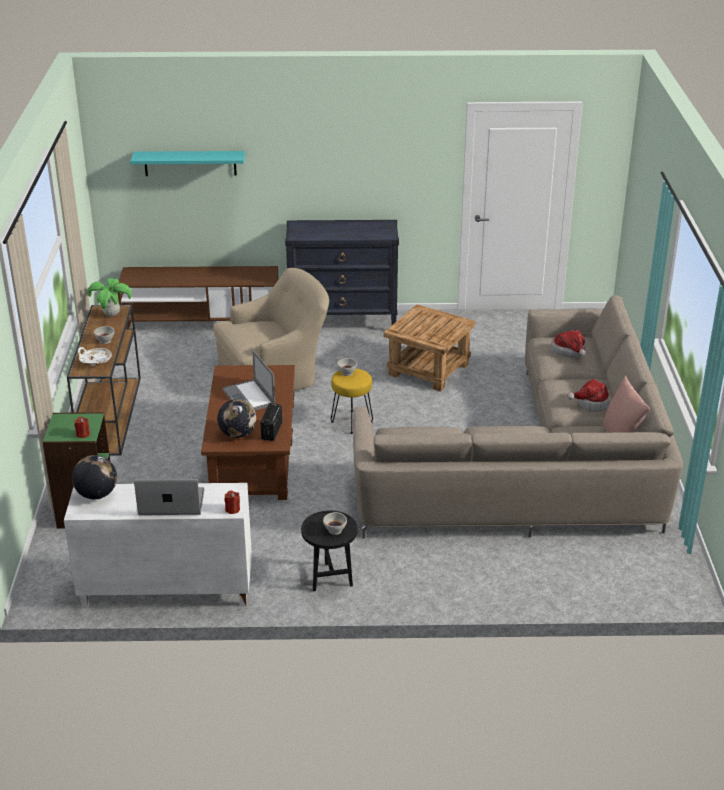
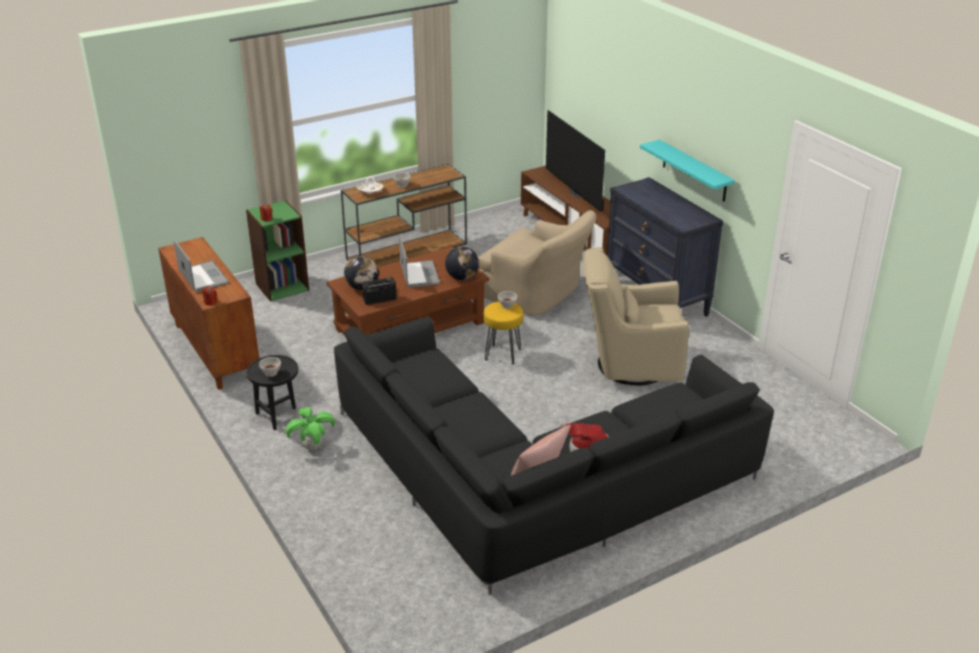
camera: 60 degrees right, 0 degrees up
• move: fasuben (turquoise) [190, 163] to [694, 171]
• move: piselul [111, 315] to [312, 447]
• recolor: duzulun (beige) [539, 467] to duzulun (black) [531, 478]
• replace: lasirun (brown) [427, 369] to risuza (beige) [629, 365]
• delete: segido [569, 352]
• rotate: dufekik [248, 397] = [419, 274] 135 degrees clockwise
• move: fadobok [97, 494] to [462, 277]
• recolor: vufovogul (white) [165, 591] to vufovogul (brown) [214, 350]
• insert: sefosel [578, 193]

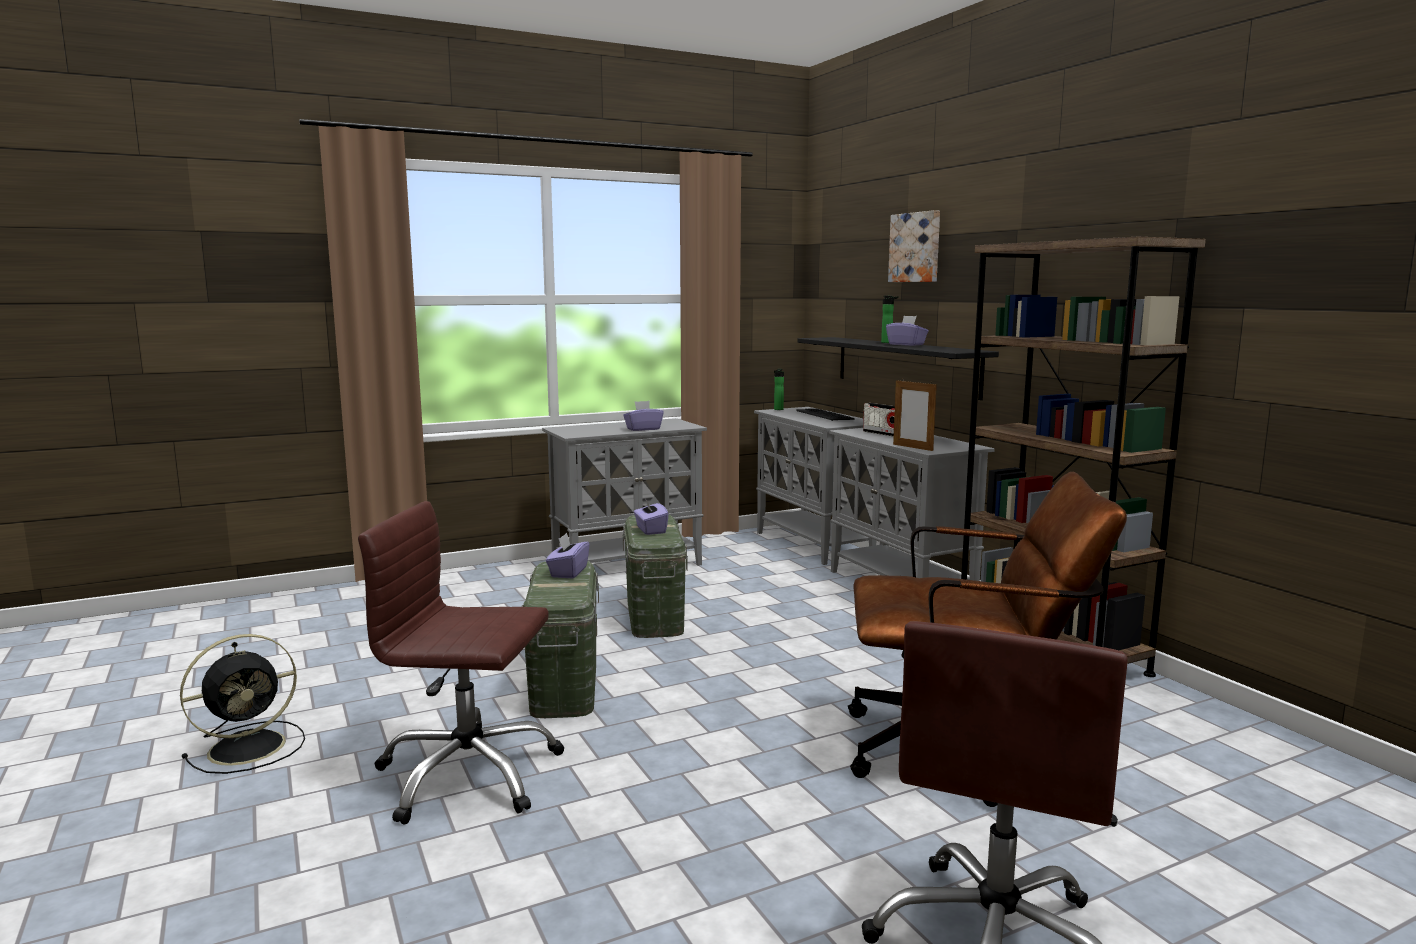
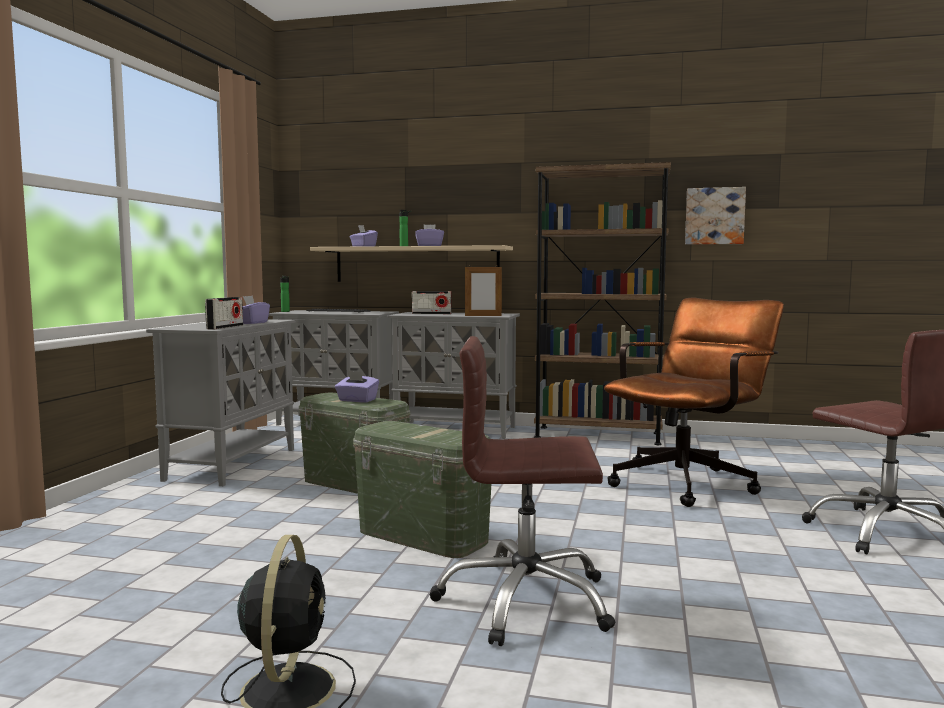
camera: 50 degrees left, 5 degrees down
• move: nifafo [916, 247] to [714, 216]
• recolor: fasuben (black) [905, 365] to fasuben (beige) [416, 264]
• rotate: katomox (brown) [468, 775] = [525, 601] 45 degrees clockwise
• move: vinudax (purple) [568, 572] to [363, 246]
• insert: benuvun [225, 327]

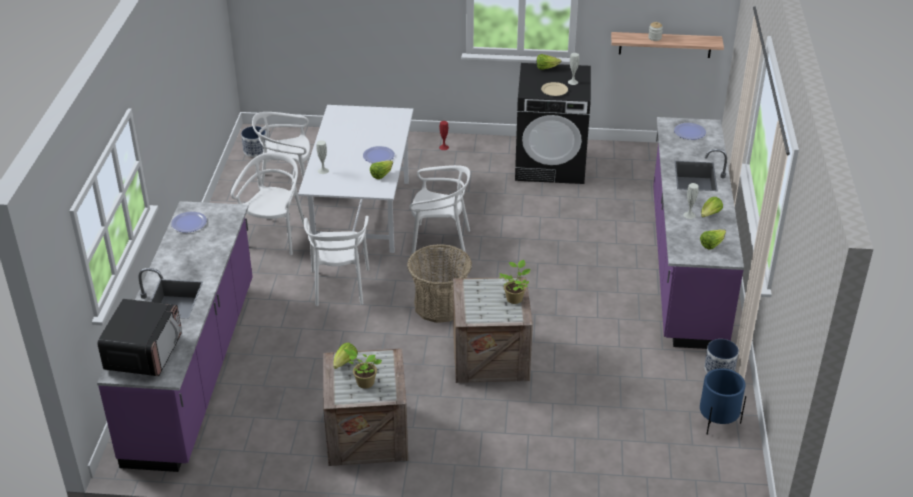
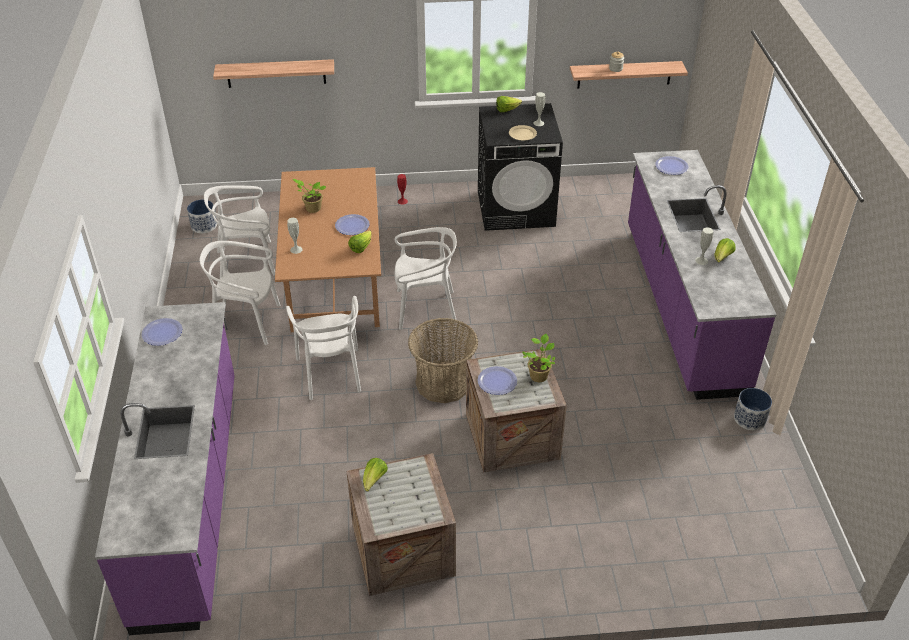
camera: 10 degrees left, 5 degrees up
• recolor: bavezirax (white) [363, 214] to bavezirax (brown) [336, 286]
• rotate: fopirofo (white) [275, 236] = [247, 322] 90 degrees counterclockwise
• delete: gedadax [711, 244]
• delete: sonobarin [144, 352]
• move: piselul [364, 382] to [312, 208]
• delete: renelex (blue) [717, 421]
• insert: fasuben [276, 73]
• insert: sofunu [497, 381]

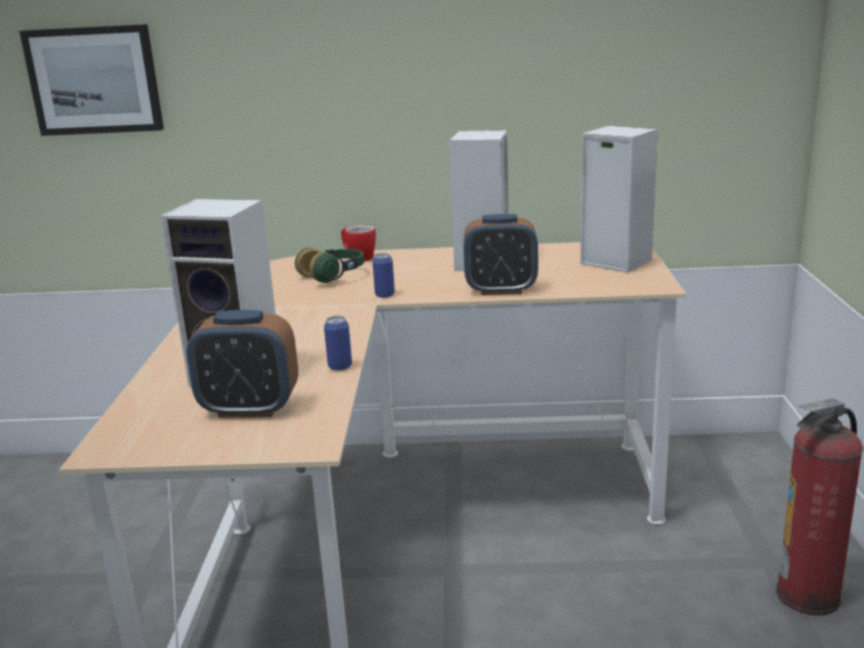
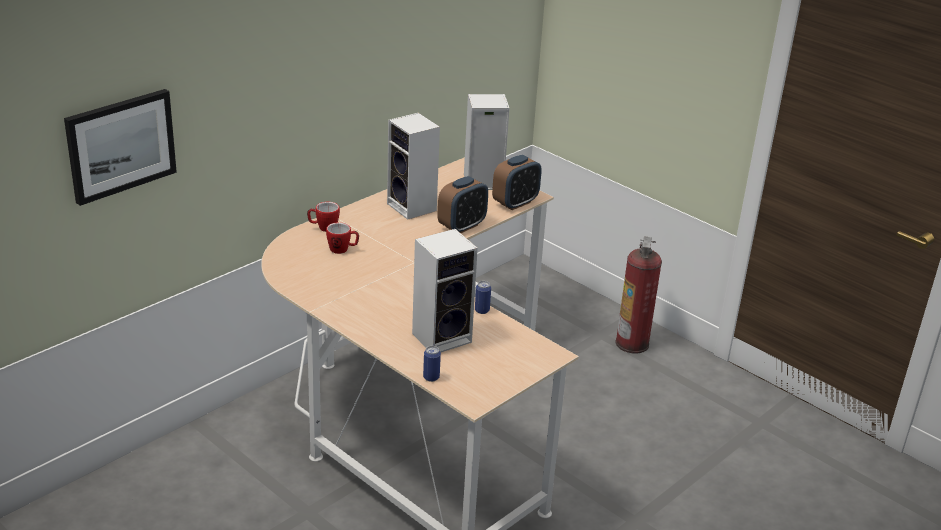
camera: 50 degrees left, 10 degrees up
• replace: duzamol [334, 276] to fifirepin [342, 249]
• move: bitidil [385, 295] to [431, 377]
• move: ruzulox [249, 409] to [515, 203]

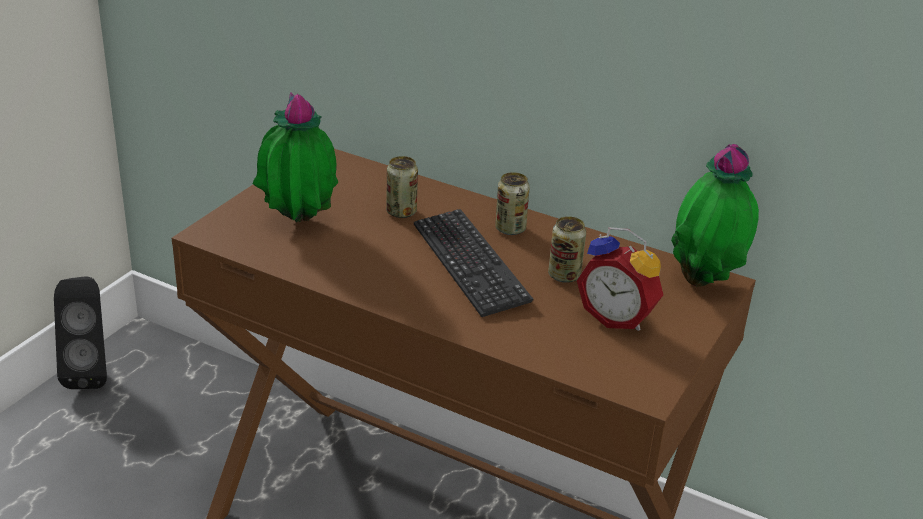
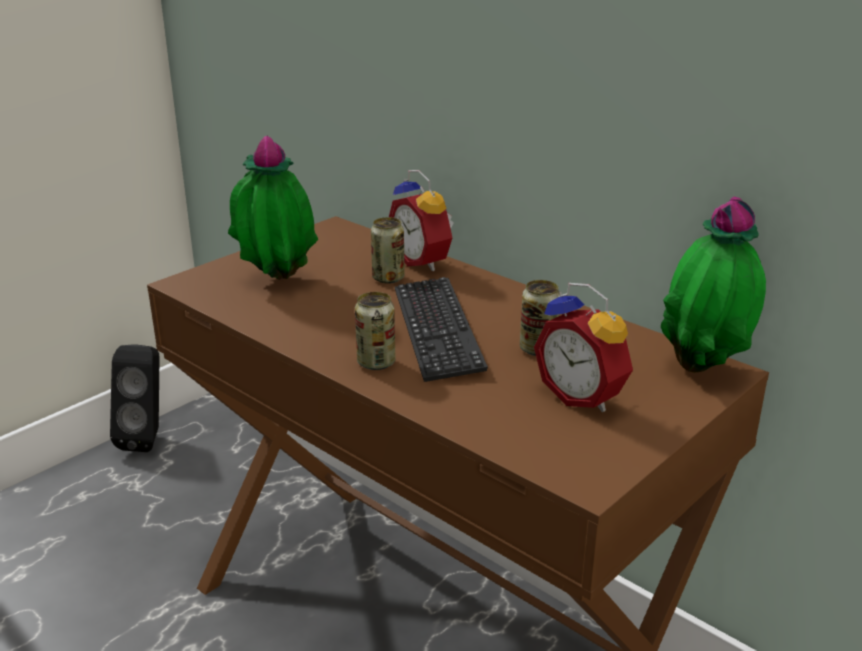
camera: 15 degrees right, 5 degrees down
• move: bitidil [510, 229] to [376, 363]
• insert: ruzulox [424, 261]

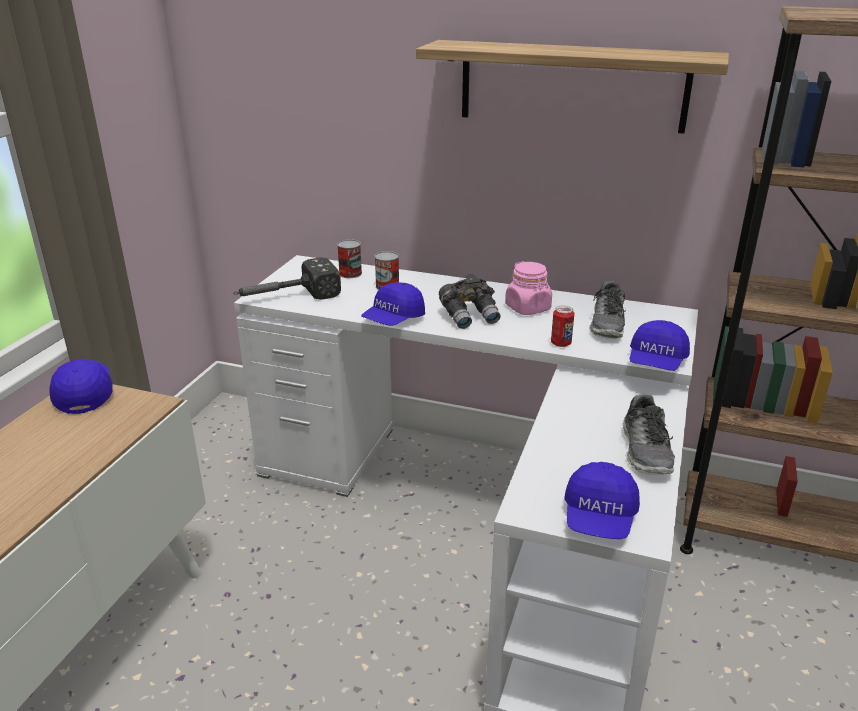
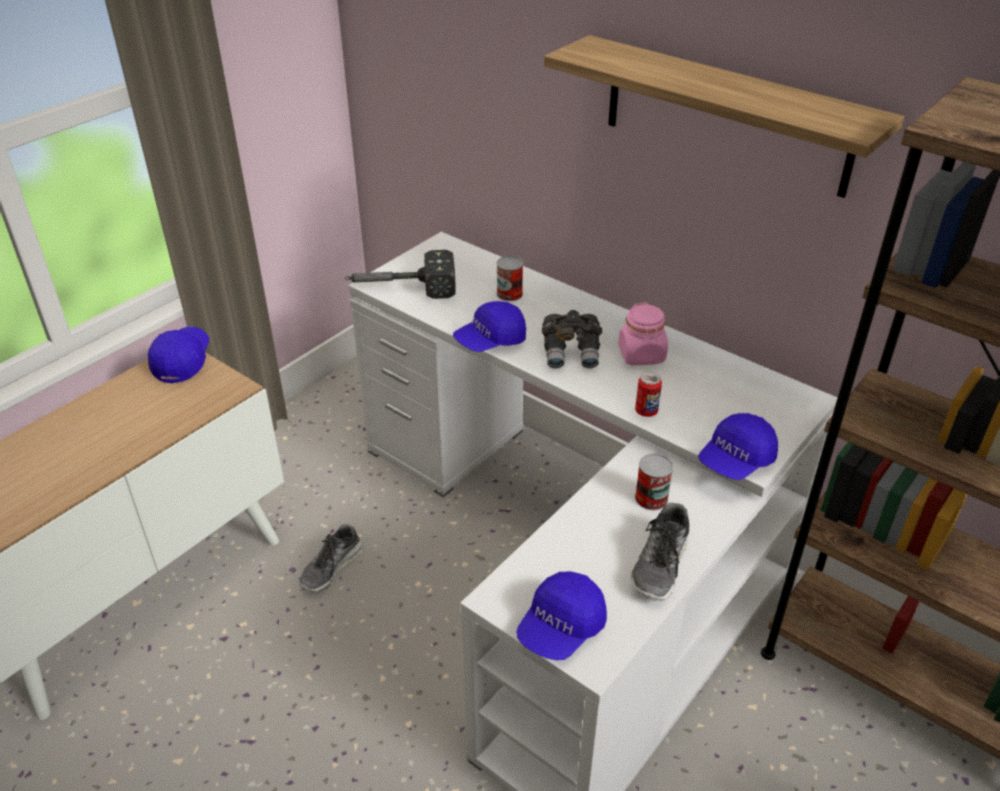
camera: 20 degrees right, 10 degrees up
• move: bitidil [350, 273] to [651, 498]
• move: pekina [607, 325] to [331, 567]

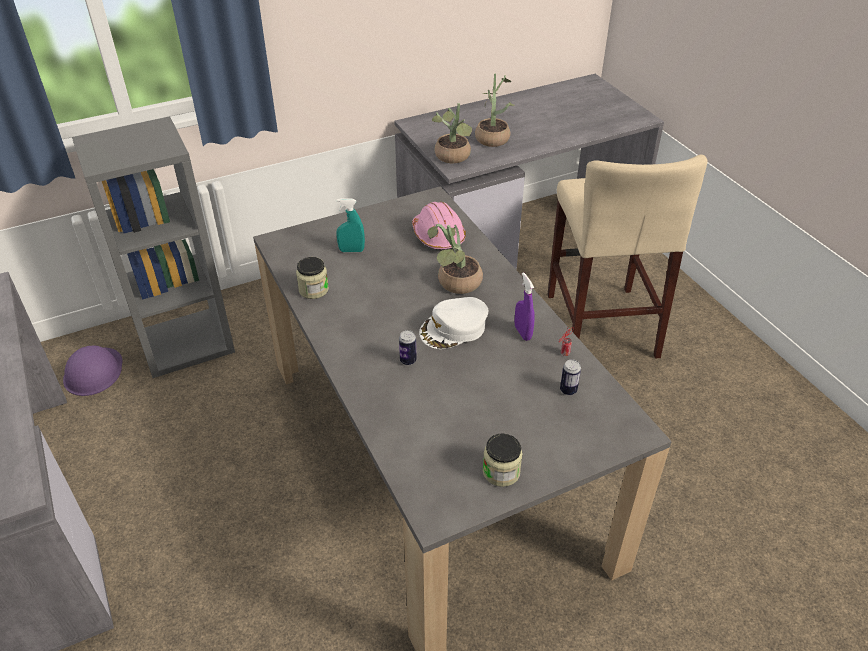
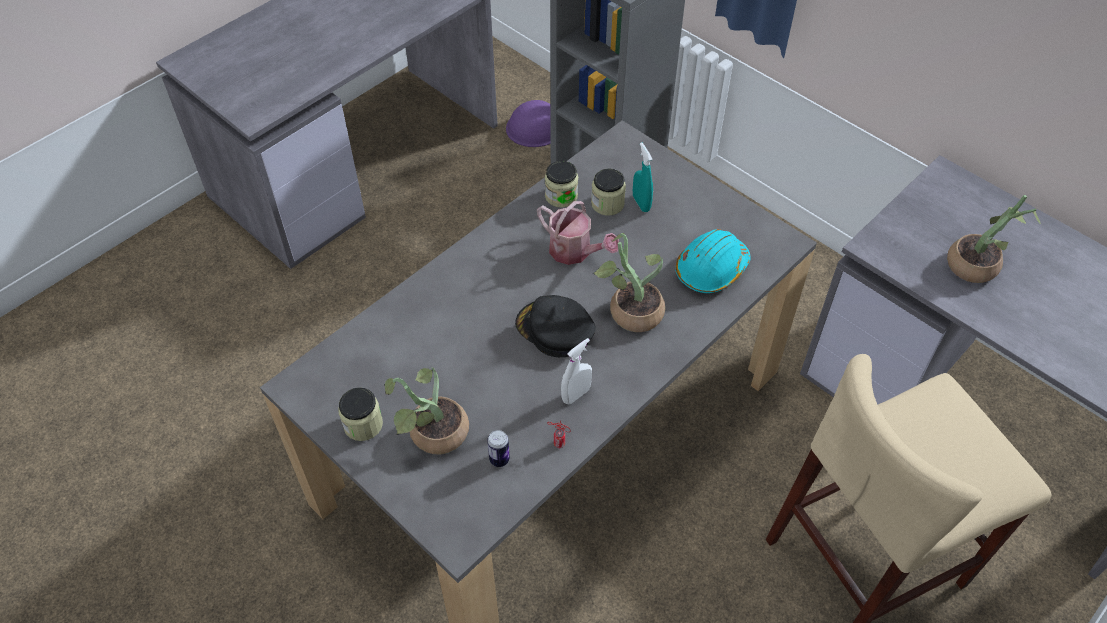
camera: 70 degrees right, 10 degrees up
• move: piselul [453, 158] to [432, 435]
• recolor: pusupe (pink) [438, 236] to pusupe (turquoise) [711, 269]
• recolor: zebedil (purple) [522, 333] to zebedil (white) [576, 395]
• recolor: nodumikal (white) [454, 328] to nodumikal (black) [554, 330]
• delete: bitidil [408, 360]
• insert: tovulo [607, 204]
• insert: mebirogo [575, 252]

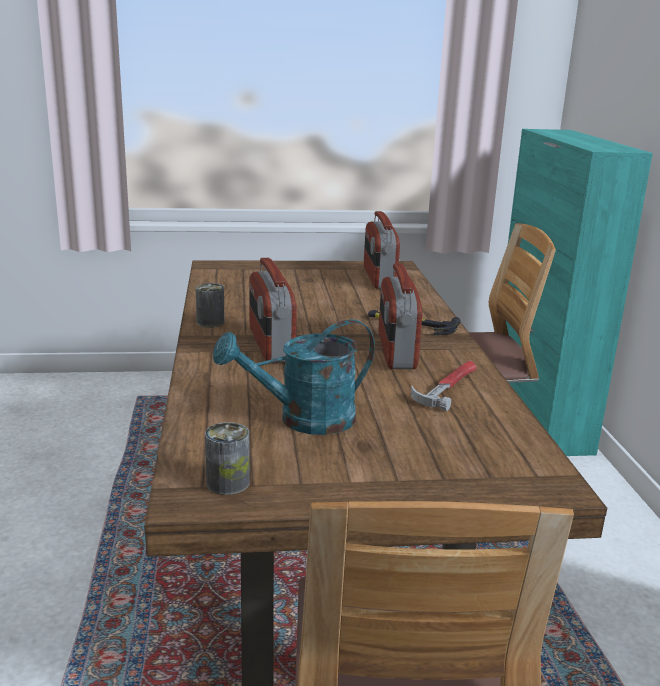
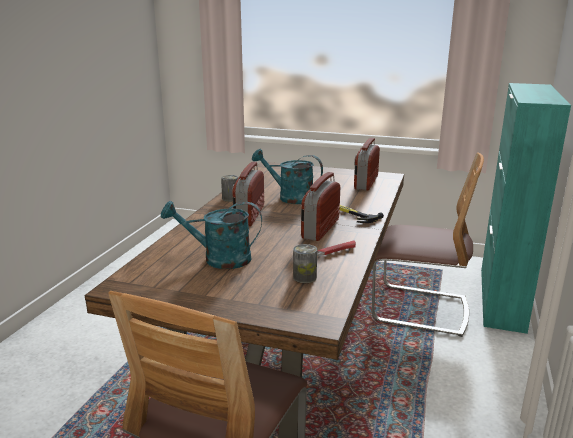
camera: 25 degrees right, 0 degrees up
• move: bitidil [228, 483] to [304, 277]
• insert: mebirogo (turquoise) [289, 197]

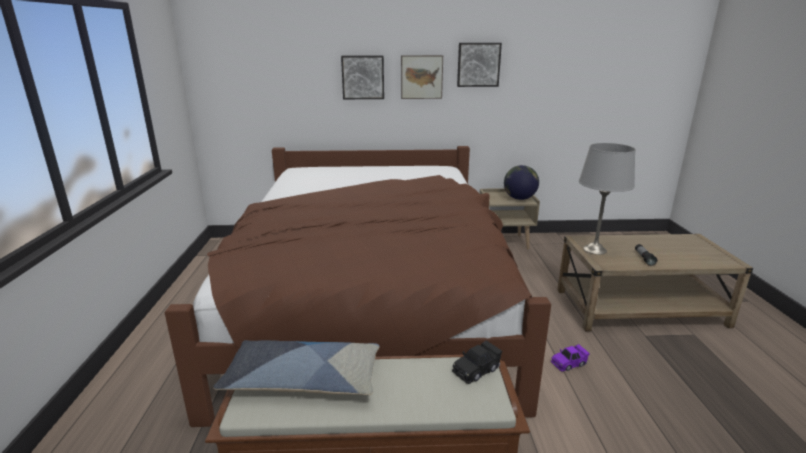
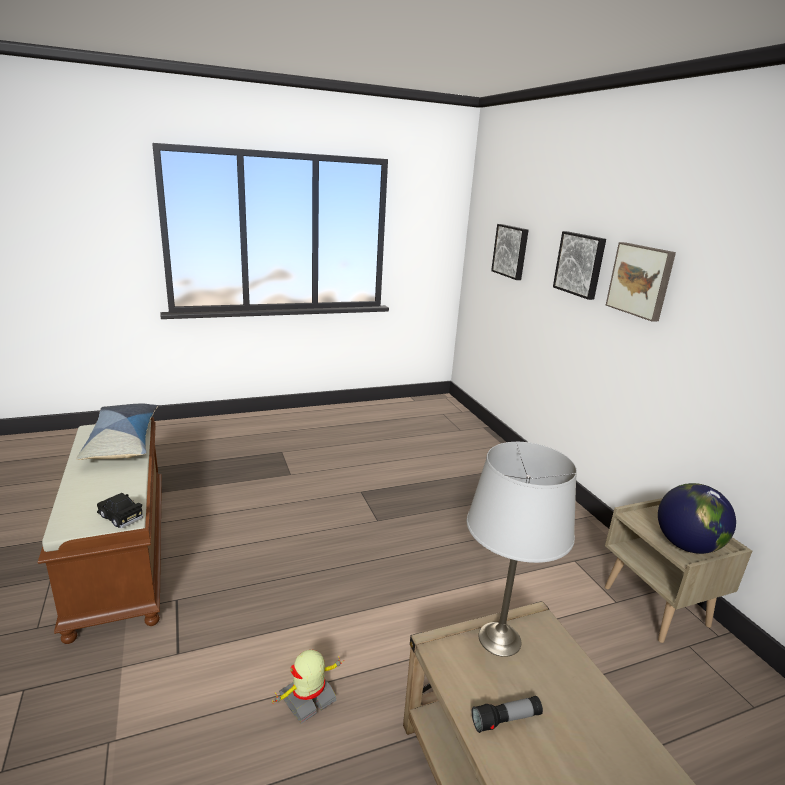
camera: 70 degrees right, 0 degrees up
• move: nifafo [478, 64] to [511, 251]
• delete: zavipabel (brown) [372, 302]
• replace: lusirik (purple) [568, 363] to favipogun [308, 699]

